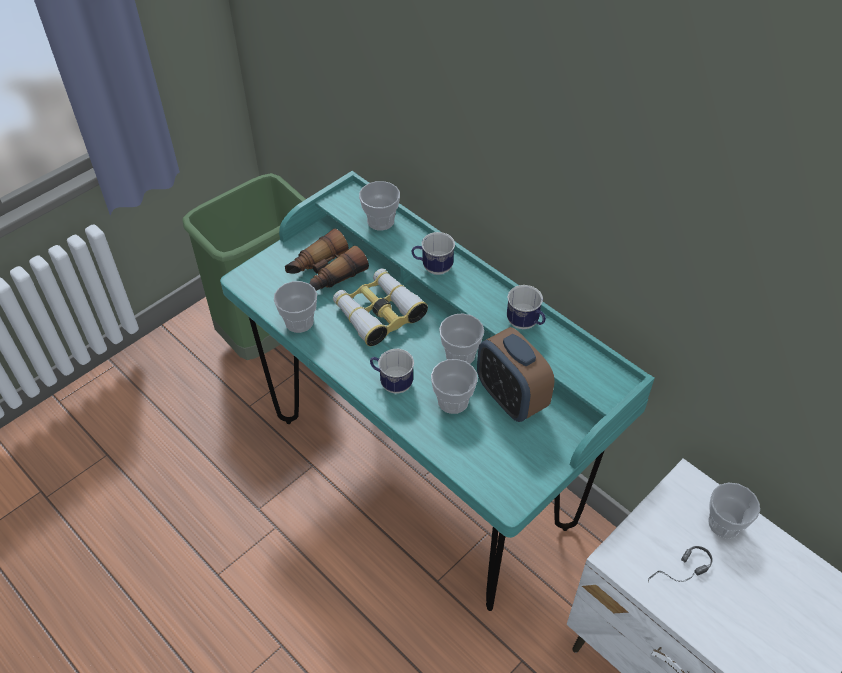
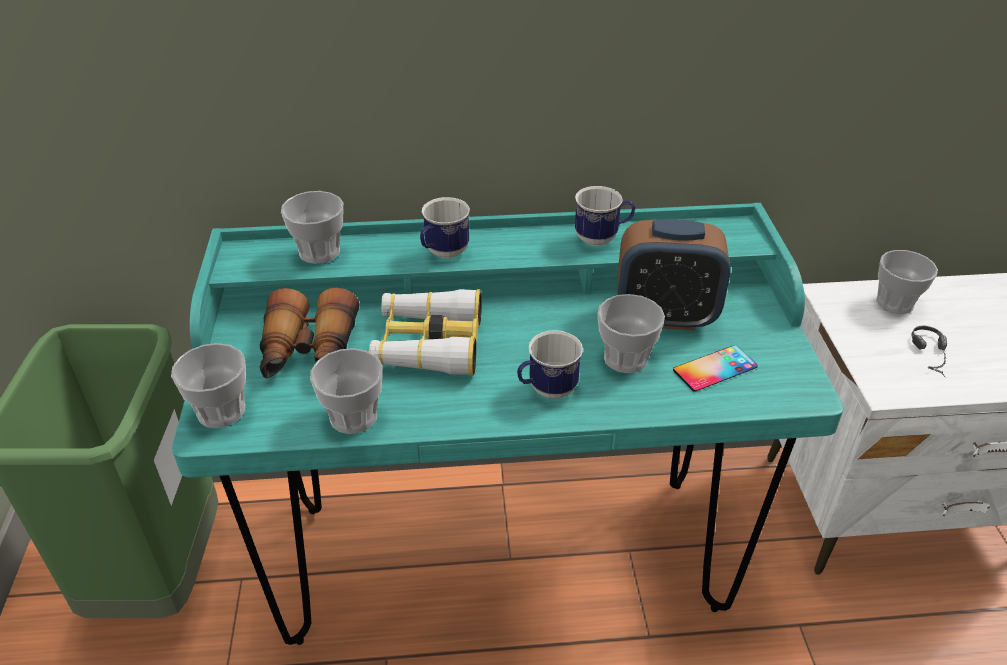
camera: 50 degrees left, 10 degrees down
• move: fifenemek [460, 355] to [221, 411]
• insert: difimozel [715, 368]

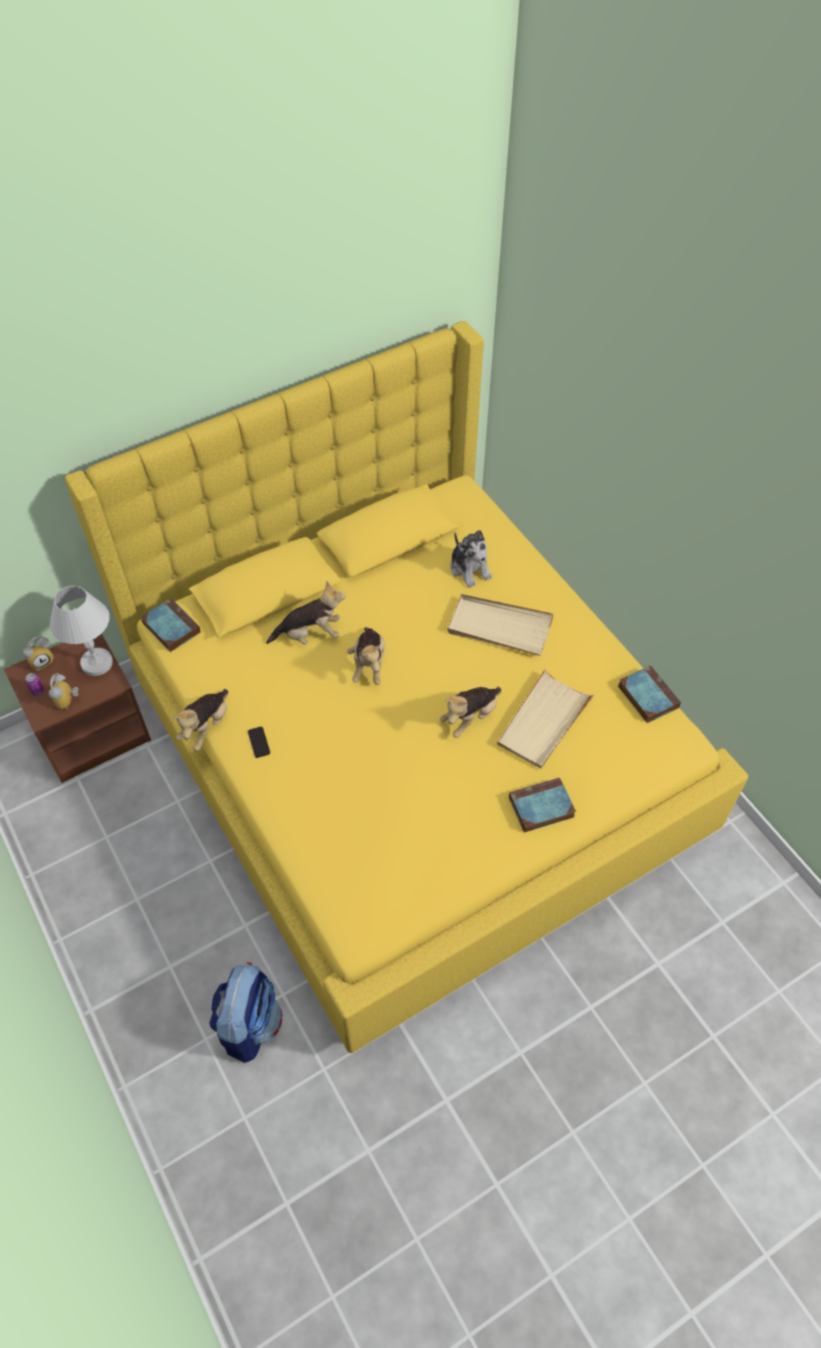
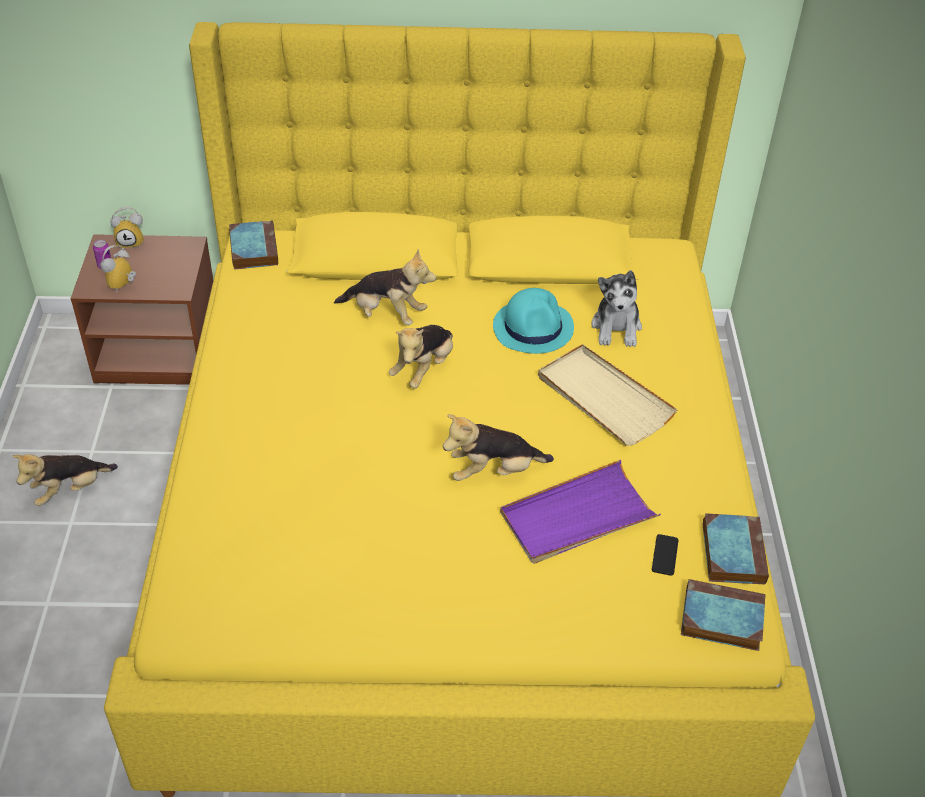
camera: 30 degrees right, 10 degrees down
• delete: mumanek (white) [96, 663]
• recolor: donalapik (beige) [543, 722] to donalapik (purple) [577, 517]
• move: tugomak [206, 727] to [70, 490]
• move: difimozel [259, 742] to [665, 555]
• move: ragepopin [540, 808] to [719, 619]
• delete: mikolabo [249, 1023]
• insert: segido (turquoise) [533, 327]

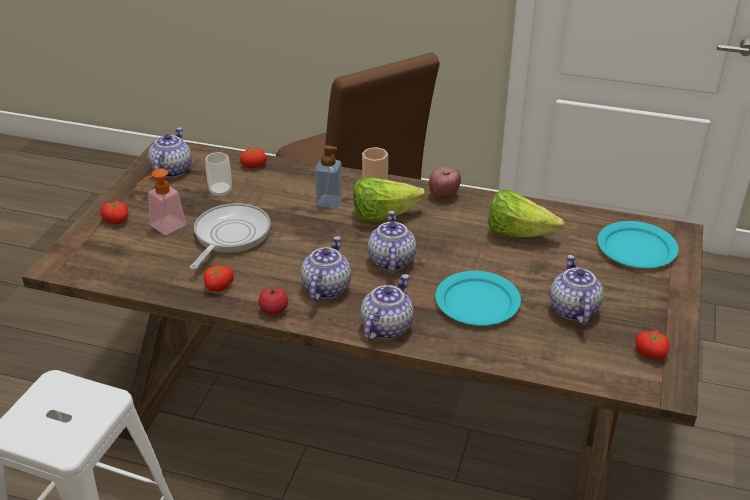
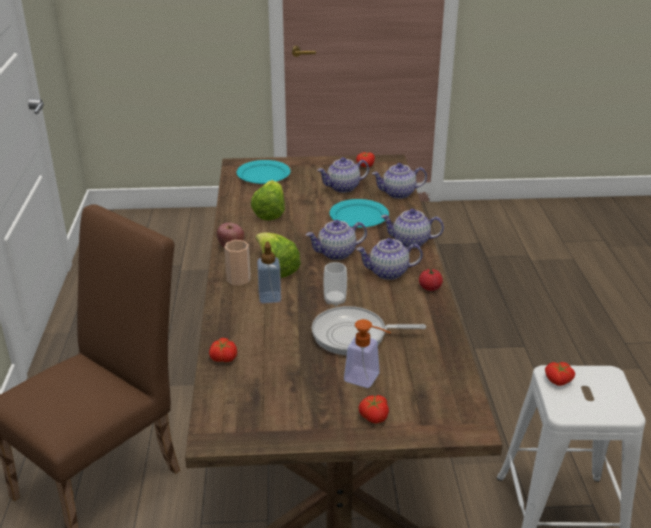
camera: 110 degrees left, 5 degrees down
• move: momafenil [171, 170] to [398, 193]
• move: fifenemek [220, 192] to [335, 300]
• move: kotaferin [218, 286] to [558, 381]

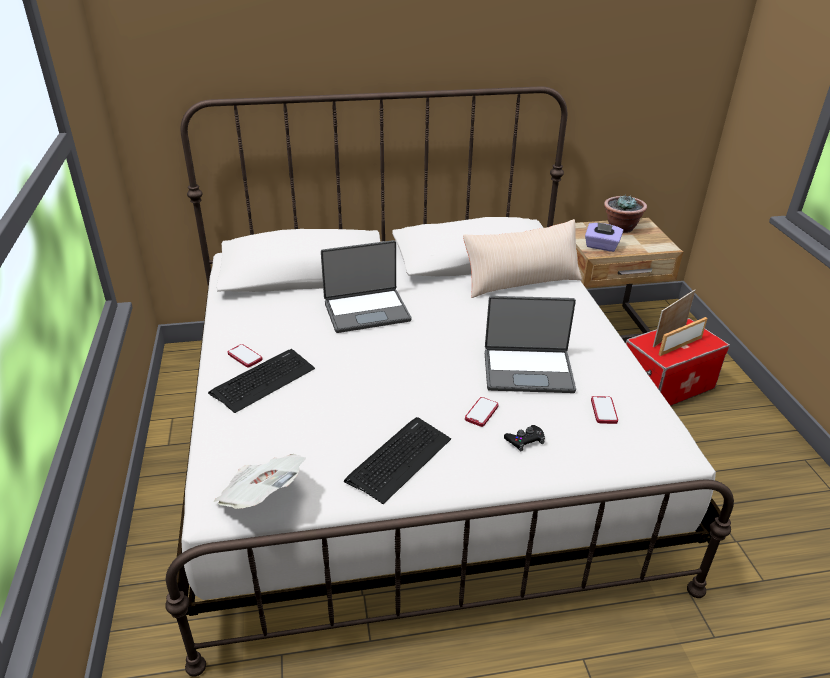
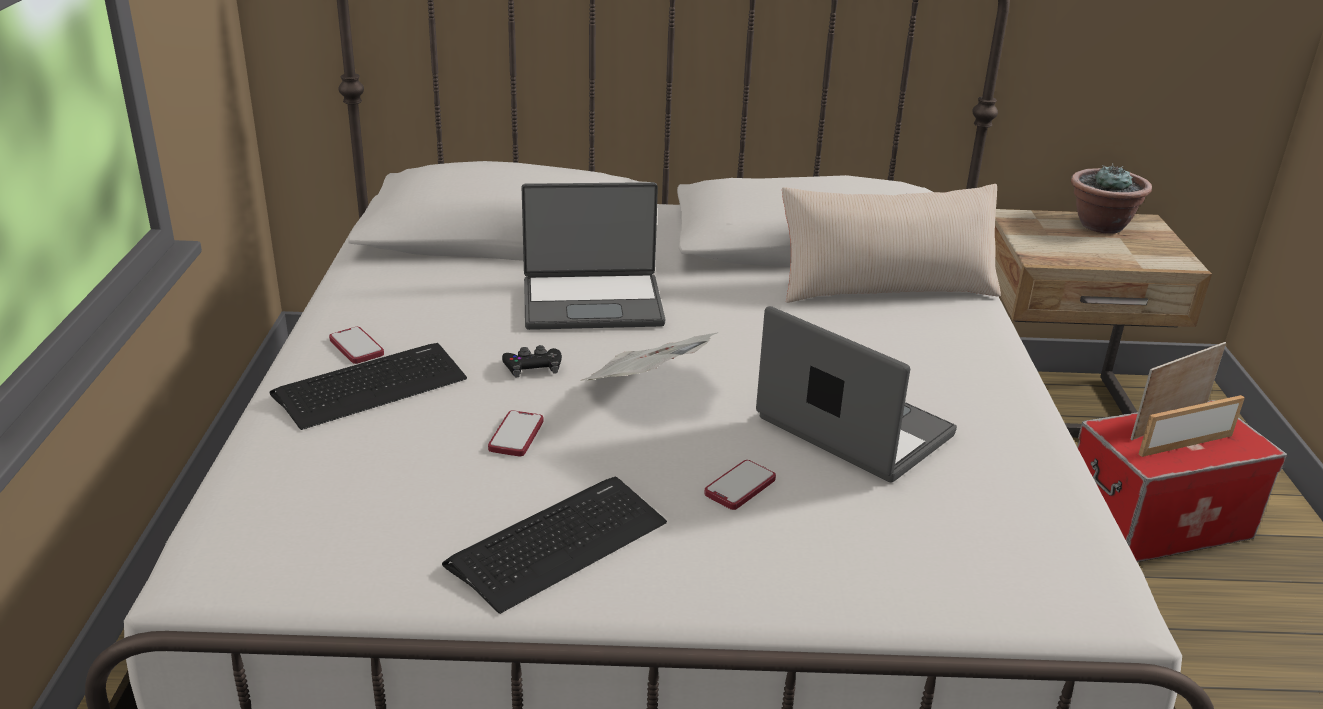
camera: 10 degrees right, 5 degrees down
• delete: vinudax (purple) [601, 246]
• rotate: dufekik [528, 370] = [852, 429] 150 degrees counterclockwise
• move: difimozel [604, 411] to [516, 435]
• move: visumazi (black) [525, 440] to [532, 367]
• move: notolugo [262, 496] to [647, 388]

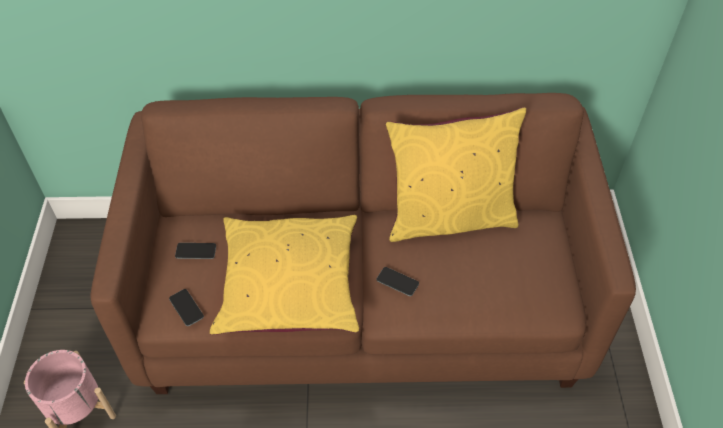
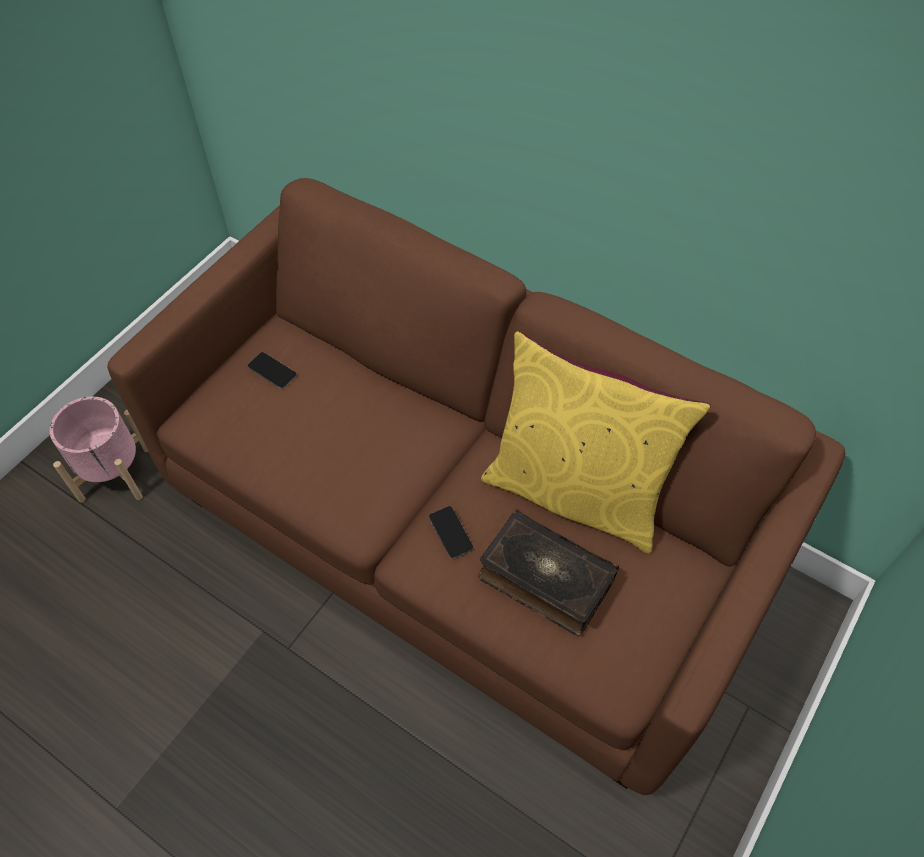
camera: 35 degrees right, 5 degrees up
• delete: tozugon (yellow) [289, 284]
• delete: difimozel [186, 307]
• insert: ragepopin [545, 579]

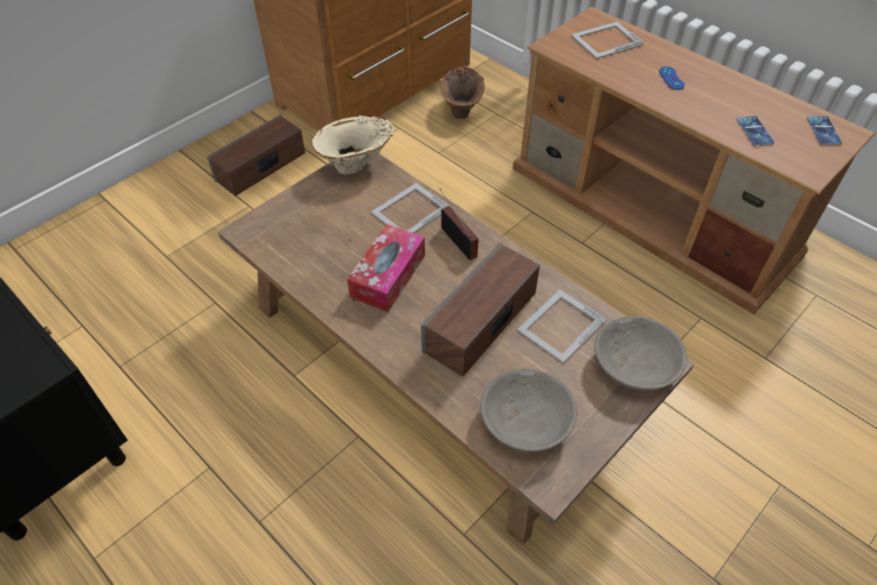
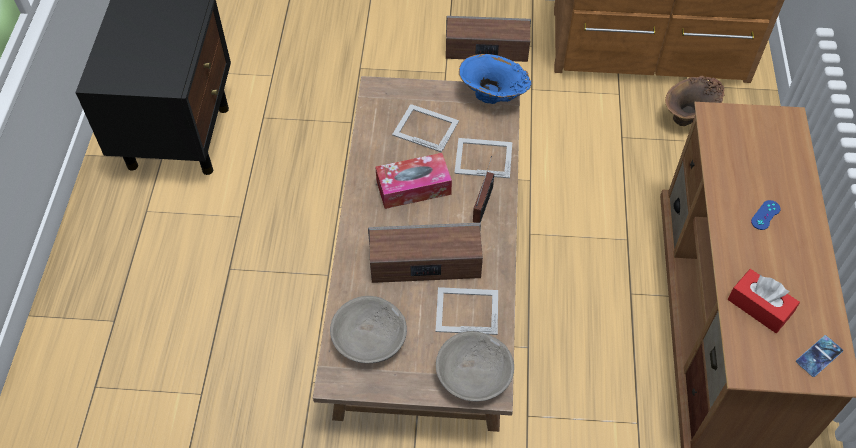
camera: 50 degrees right, 5 degrees up
• move: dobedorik [605, 40] to [425, 127]
• recolor: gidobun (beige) [357, 166] to gidobun (blue) [492, 99]
• replace: difimozel [754, 131] to vinudax (red) [759, 307]

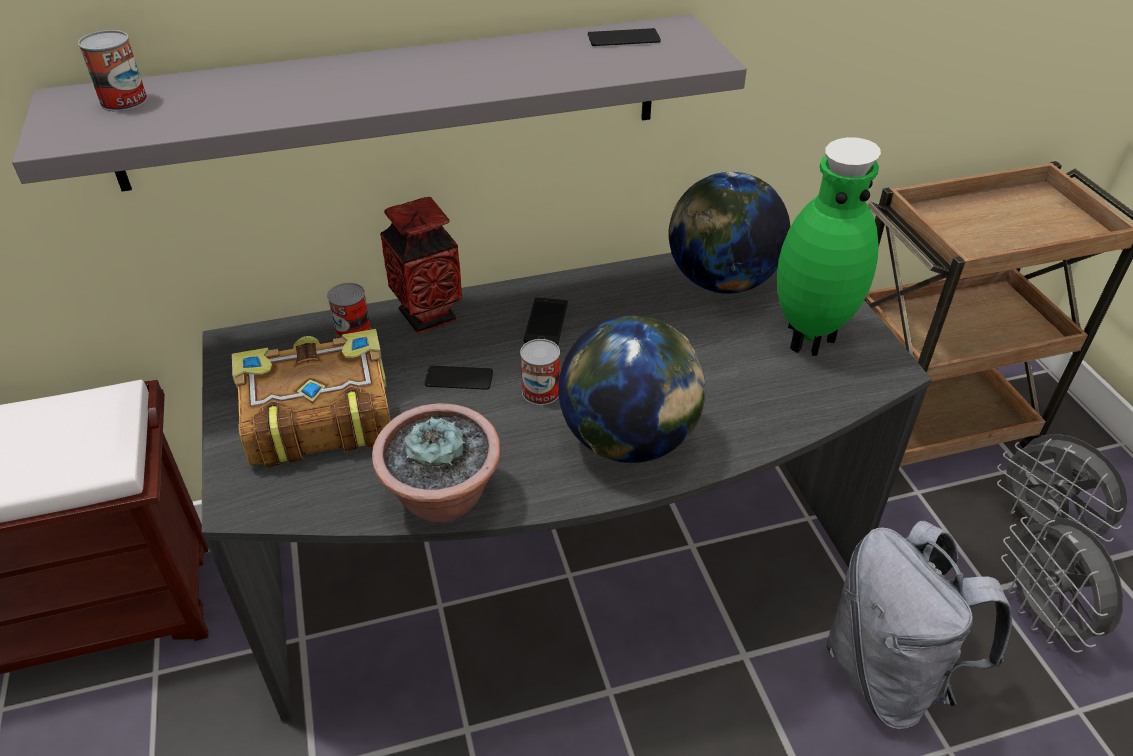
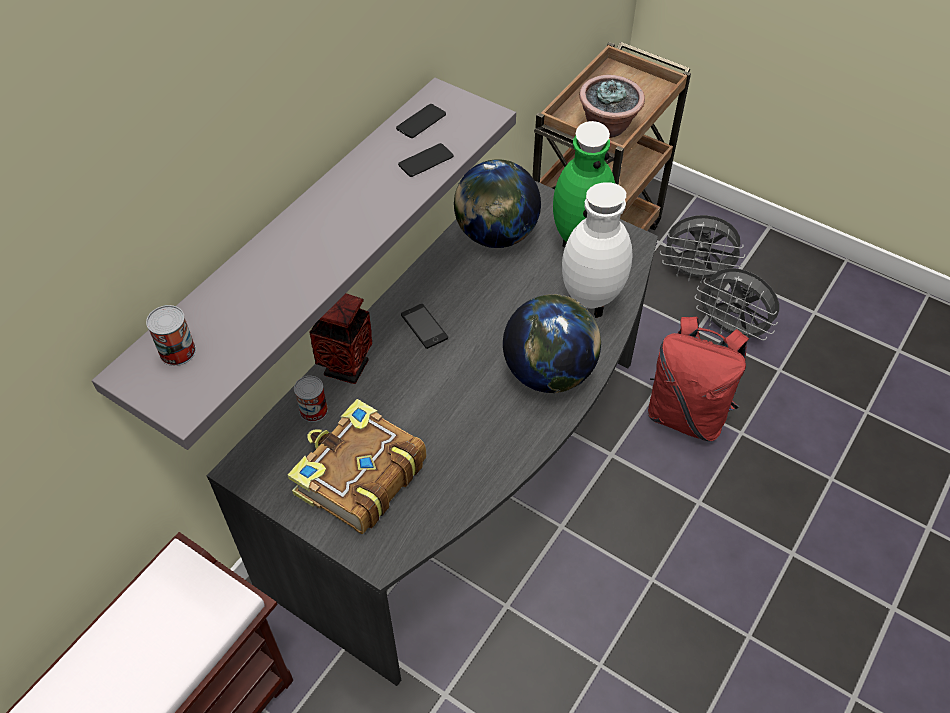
camera: 40 degrees left, 10 degrees up
• delete: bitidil [541, 392]
• move: difimozel [459, 378] to [426, 161]
• move: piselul [443, 500] to [608, 127]
• recolor: mikolabo (grey) [889, 675] to mikolabo (red) [687, 413]
• insert: gidobun (white) [590, 307]

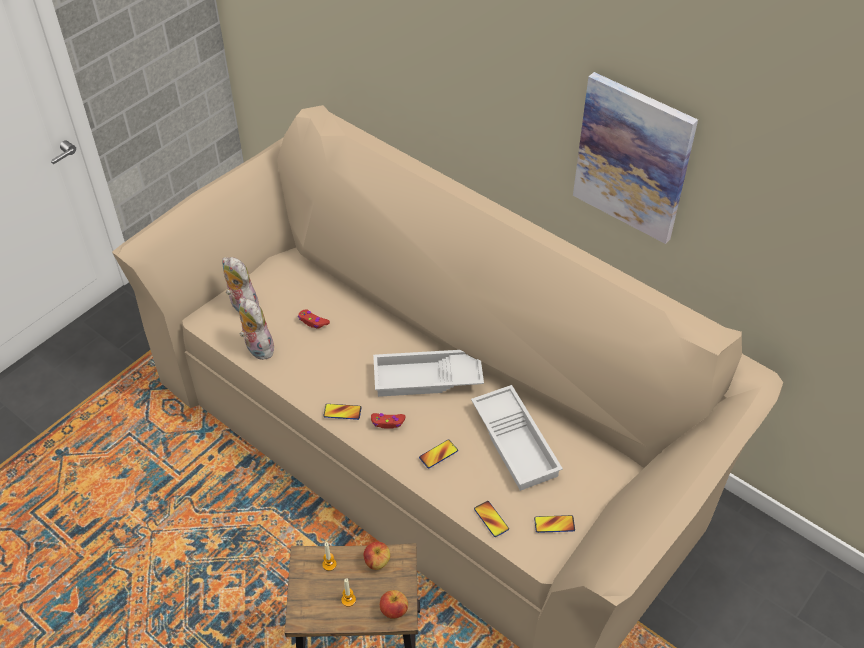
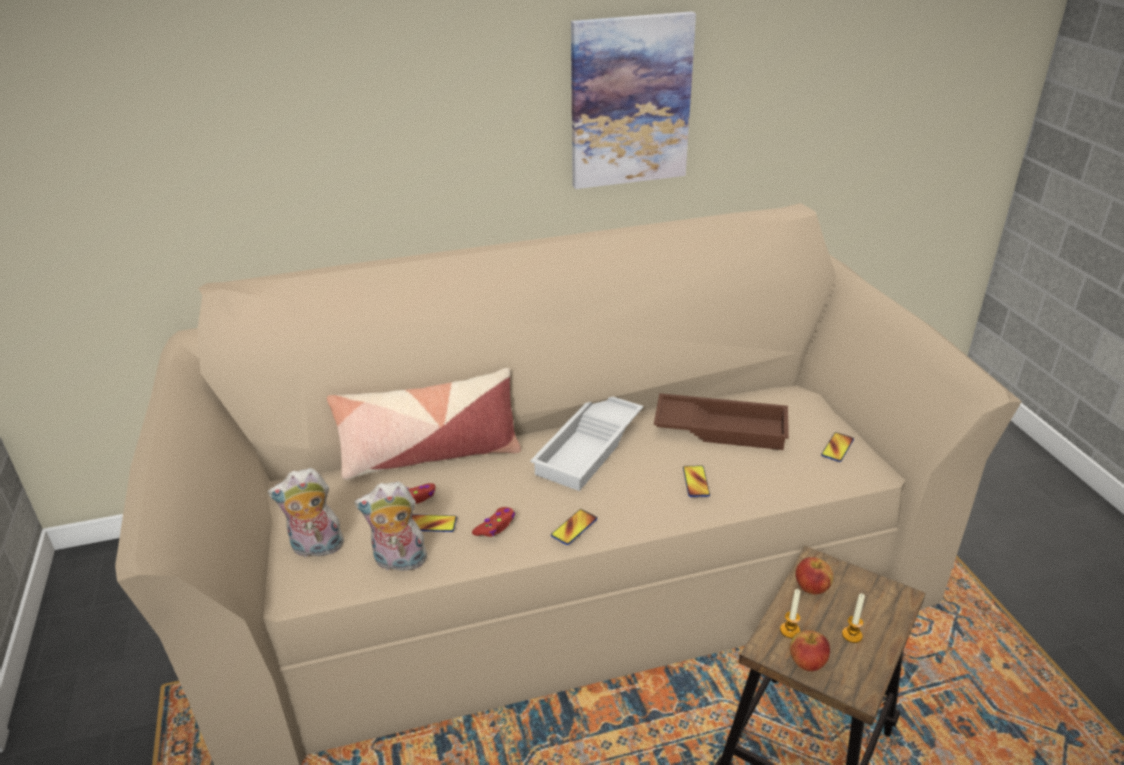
camera: 55 degrees left, 15 degrees down
• recolor: donalapik (white) [517, 442] to donalapik (brown) [721, 427]
• move: visumazi (red) [387, 422] to [495, 526]
• move: difimozel [491, 519] to [431, 524]
• move: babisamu [394, 610] to [807, 663]
• insert: tozugon [429, 454]

